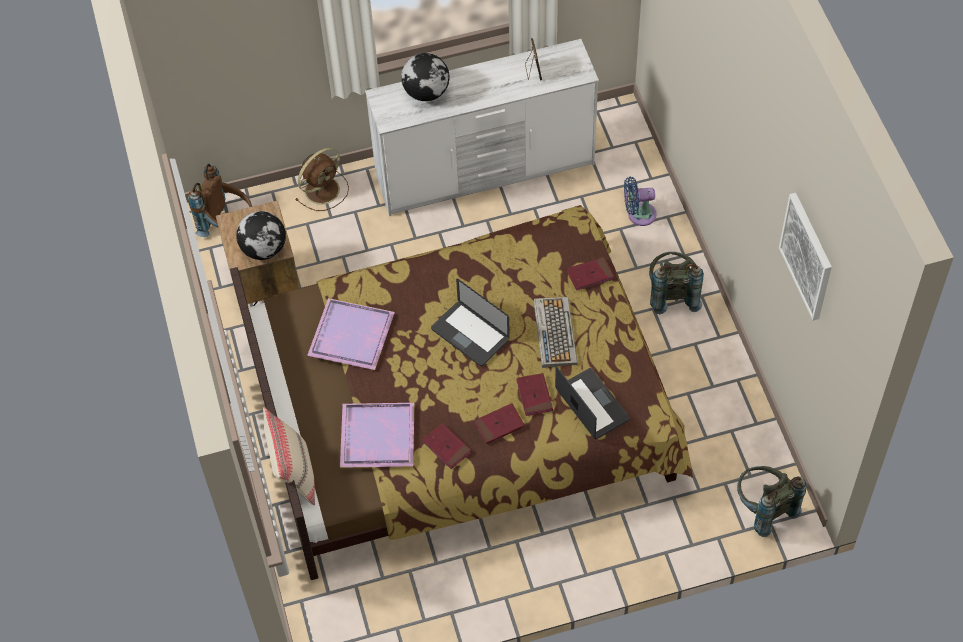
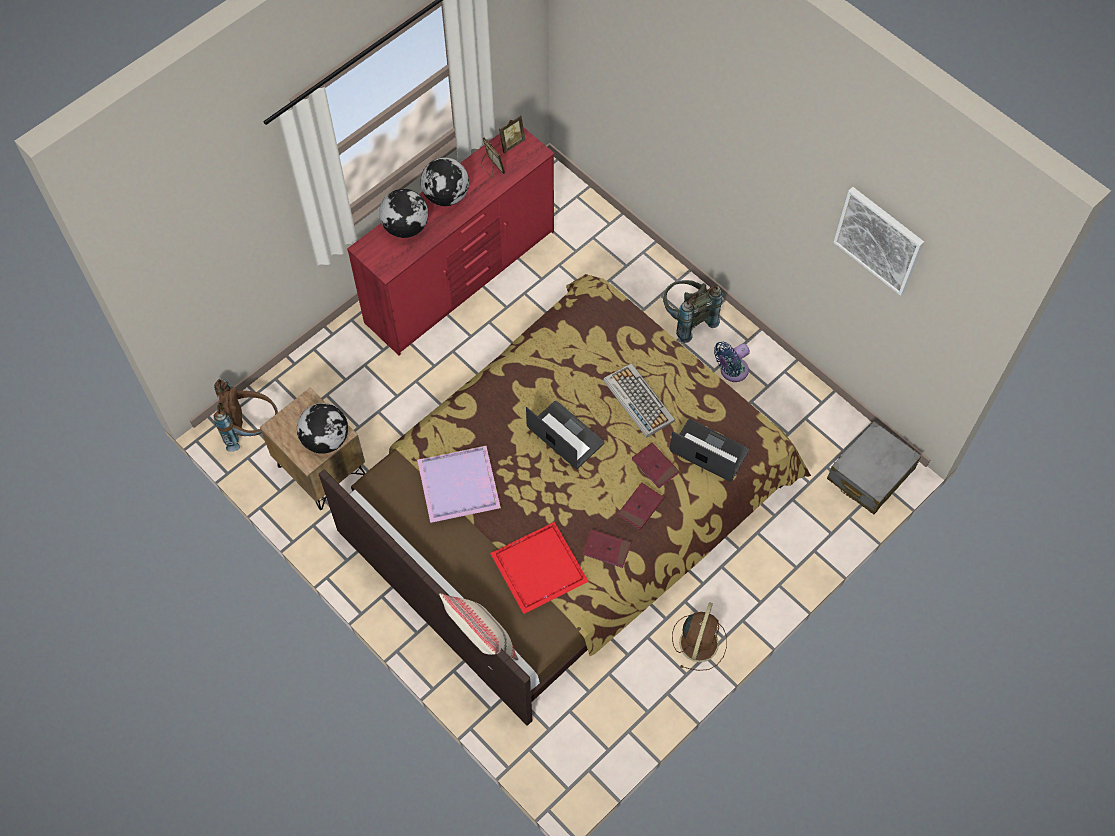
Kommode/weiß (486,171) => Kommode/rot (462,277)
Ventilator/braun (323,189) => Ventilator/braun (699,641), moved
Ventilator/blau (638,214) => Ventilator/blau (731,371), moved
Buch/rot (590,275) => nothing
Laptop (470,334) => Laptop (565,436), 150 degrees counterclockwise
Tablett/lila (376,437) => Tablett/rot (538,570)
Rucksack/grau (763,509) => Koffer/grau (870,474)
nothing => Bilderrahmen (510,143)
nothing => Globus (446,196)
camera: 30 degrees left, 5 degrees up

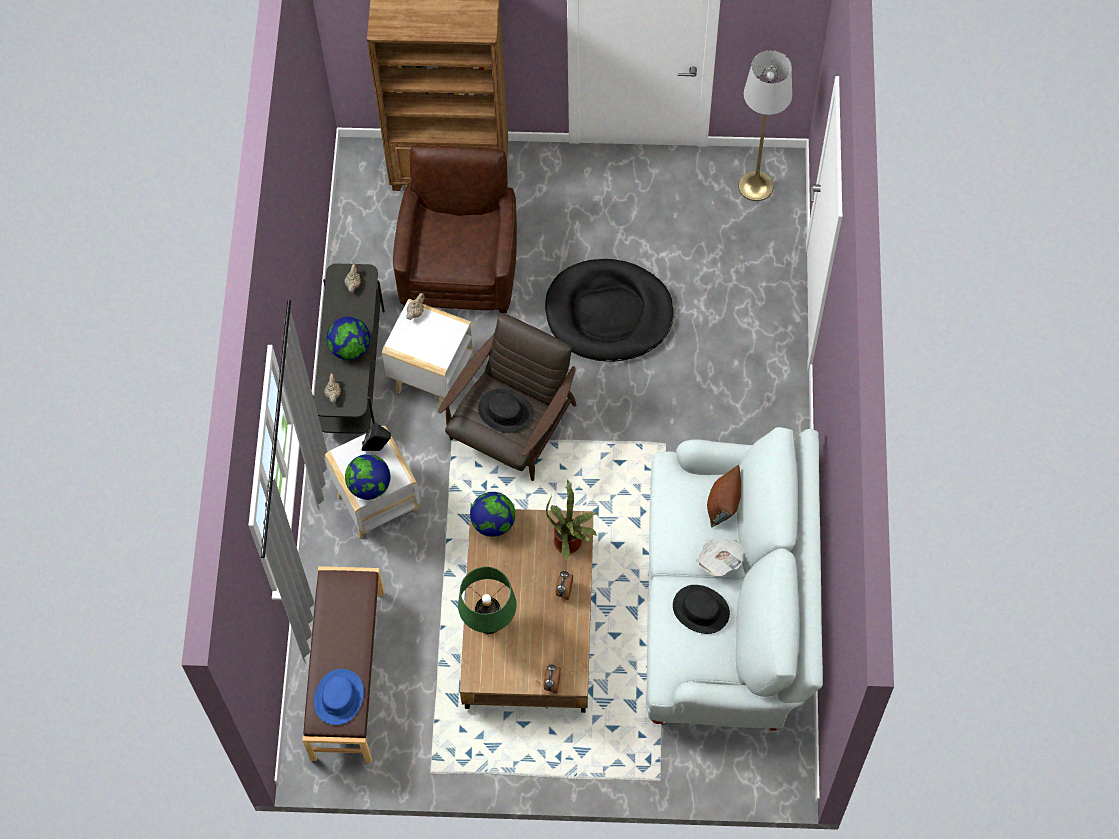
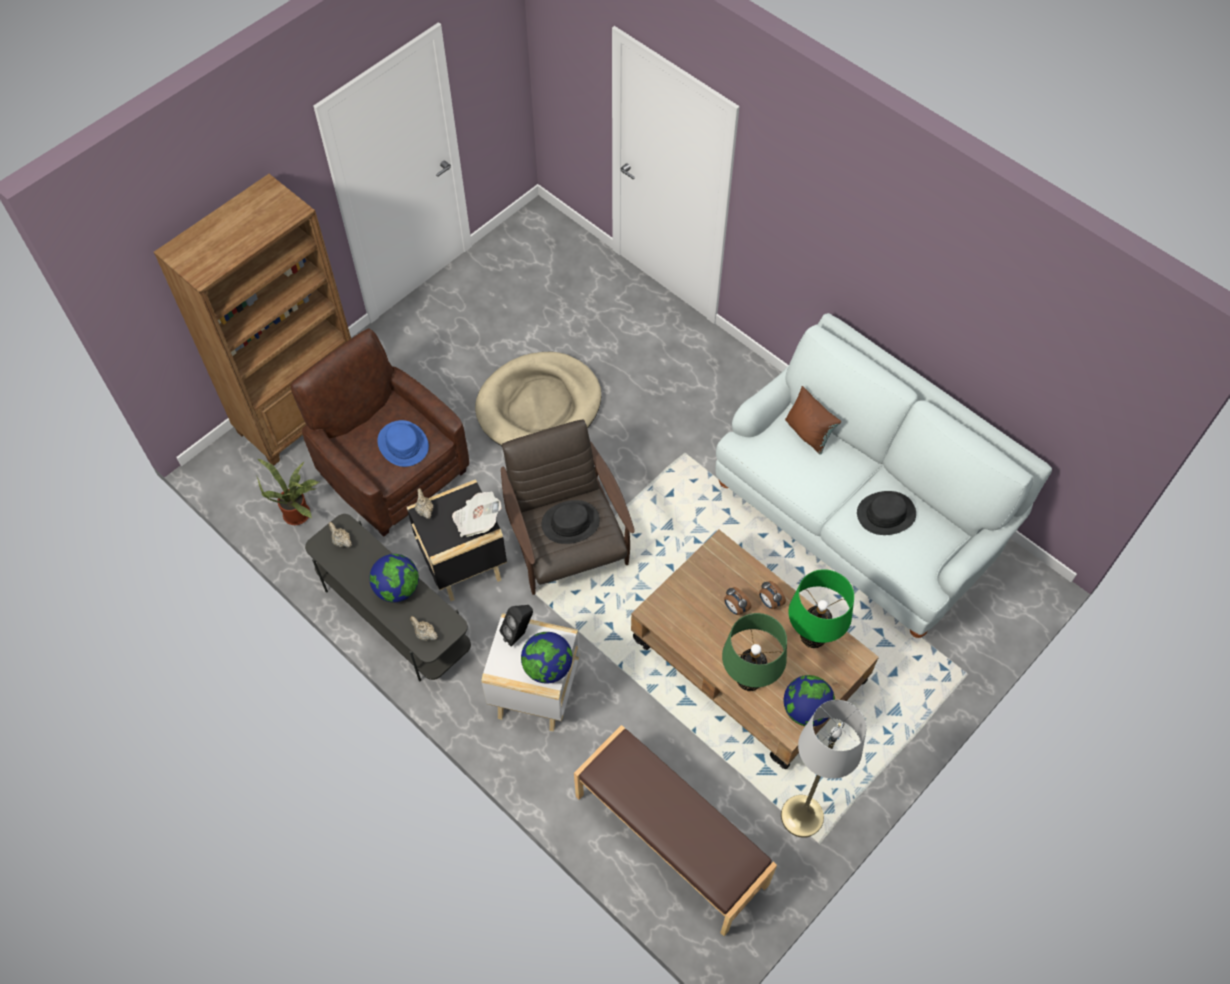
Stehlampe/grau (755,186) => Stehlampe/grau (802,816), moved
Hundebett/schwarz (608,313) => Hundebett/beige (539,406)
Beistelltisch/weiß (432,373) => Beistelltisch/schwarz (462,562)
Topfpflanze (571,542) => Topfpflanze (299,512), moved
Globus (493,523) => Globus (806,710), moved
Zeitung (719,560) => Zeitung (477,520), moved
Wecker (551,684) => Wecker (735,608), moved
Hut/blau (339,697) => Hut/blau (403,444), moved
nothing => Tischlampe/grün (812,637)
camera: 50 degrees left, 5 degrees down

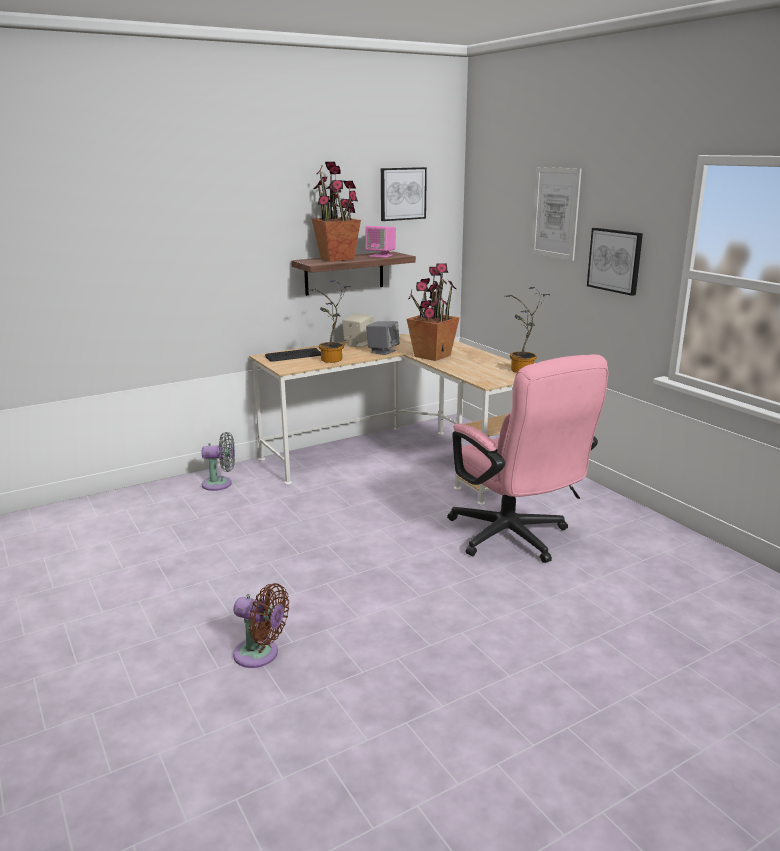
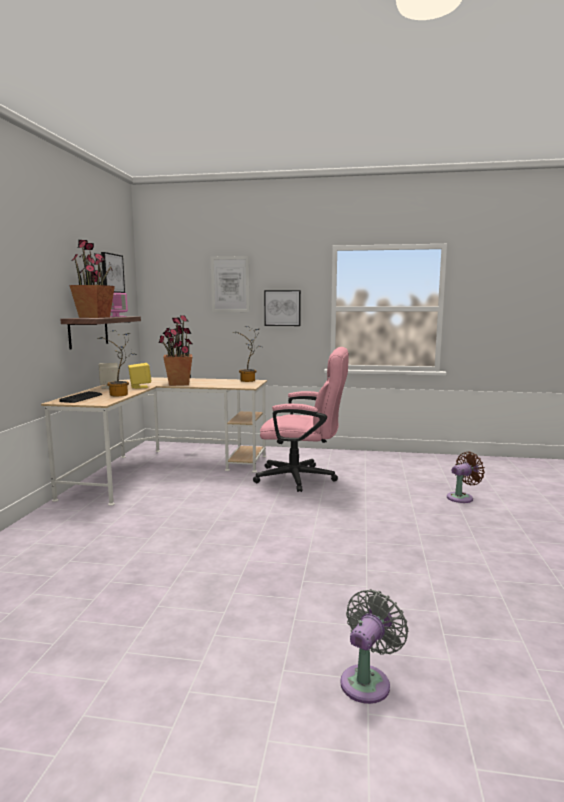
Lautsprecher/grau (382,351) => Lautsprecher/gelb (140,387)
Ventilator/grau (220,484) => Ventilator/grau (367,680), moved
Ventilator/braun (260,655) => Ventilator/braun (462,497), moved
camera: 50 degrees left, 10 degrees down

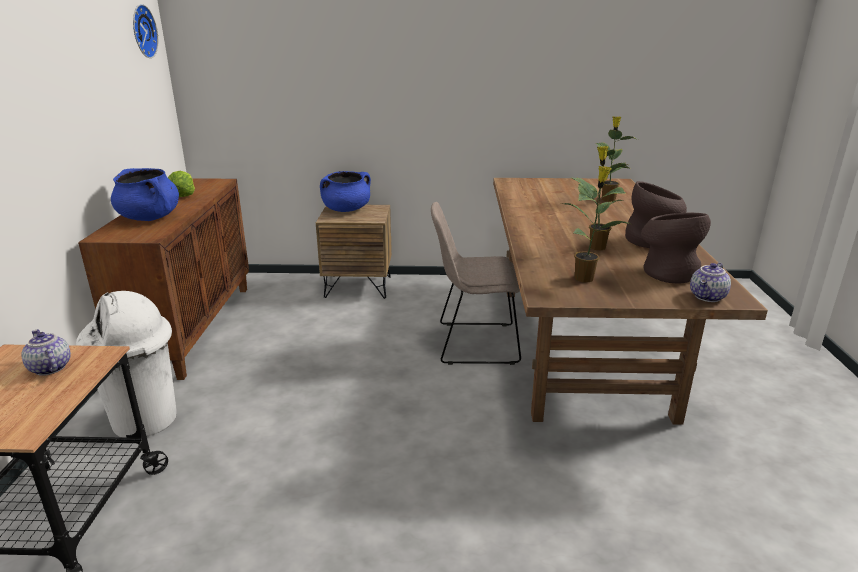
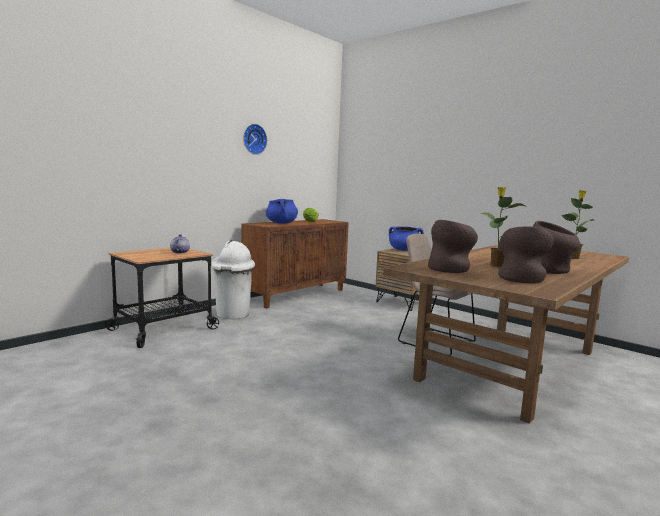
Wanduhr (141,31) => Wanduhr (253,139), moved
Topfpflanze (585,278) => Vase/braun (450,269)
Teekanne (708,297) => nothing
camera: 40 degrees right, 15 degrees down

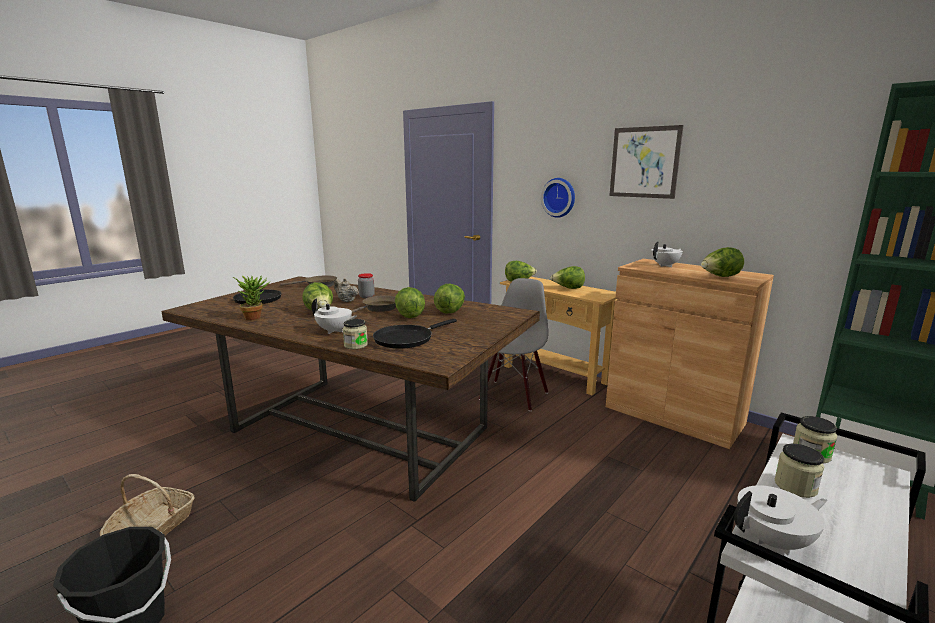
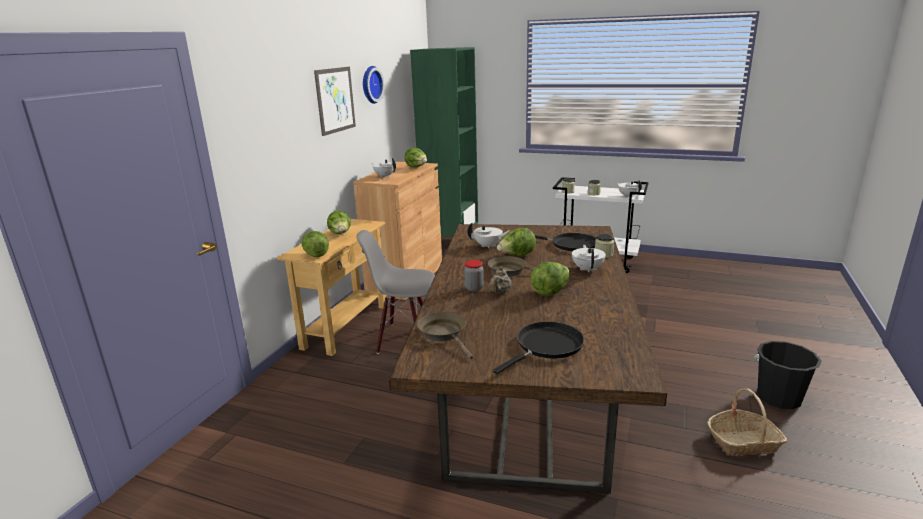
Wanduhr (559,197) => Wanduhr (370,84), moved
Topfpflanze (255,317) => nothing
Salatkopf (450,311) => Teekanne/weiß (488,246)
camera: 110 degrees left, 5 degrees up

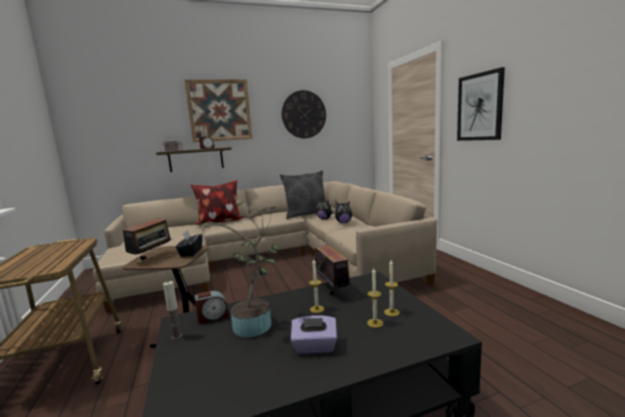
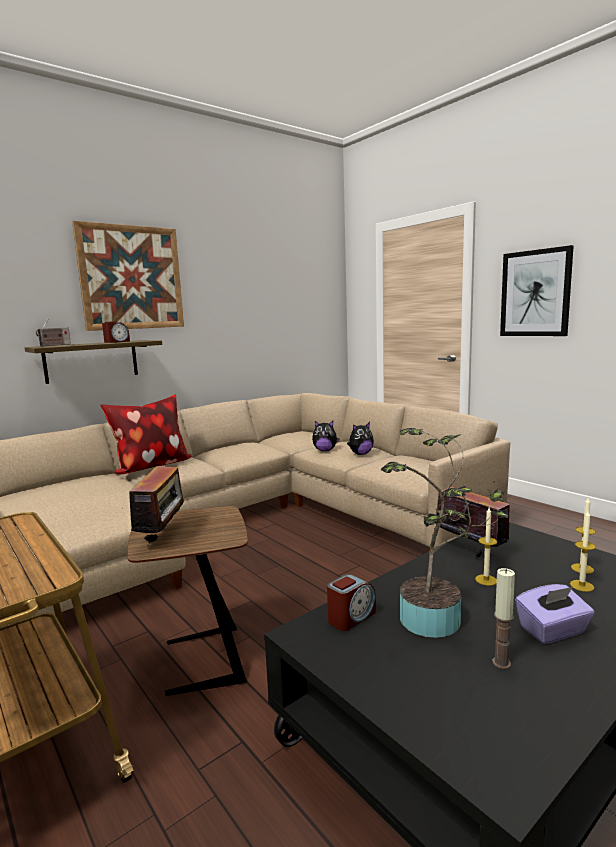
Wanduhr (304,114) => nothing
Kissen/grau (306,214) => nothing
Taschentuchbox/schwarz (191,252) => nothing
Kerze (177,336) => Kerze (501,663), moved
camera: 20 degrees left, 0 degrees up

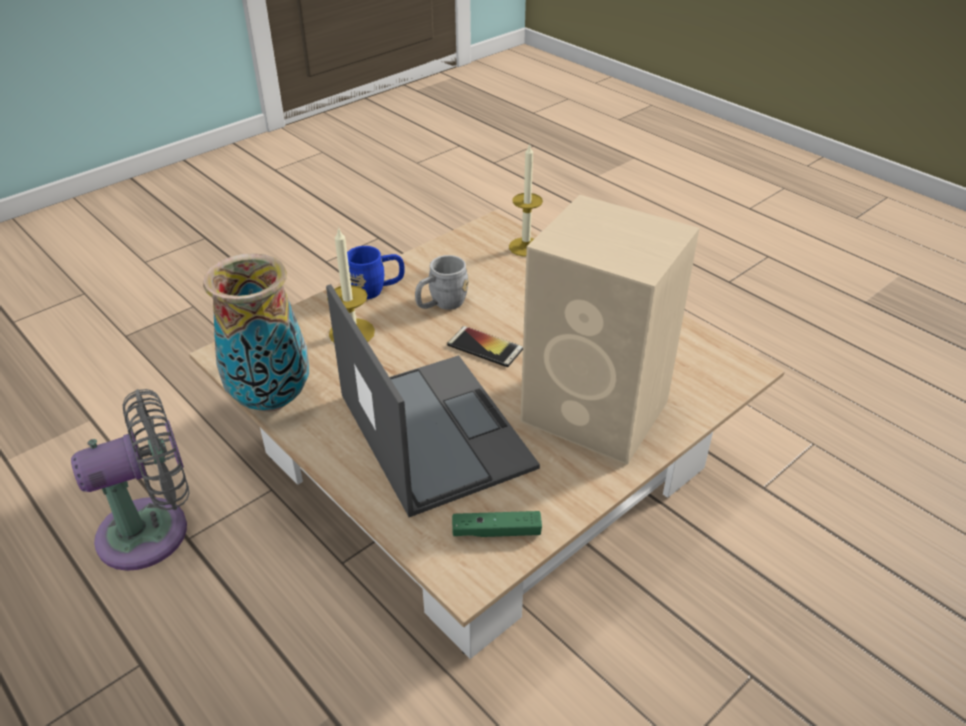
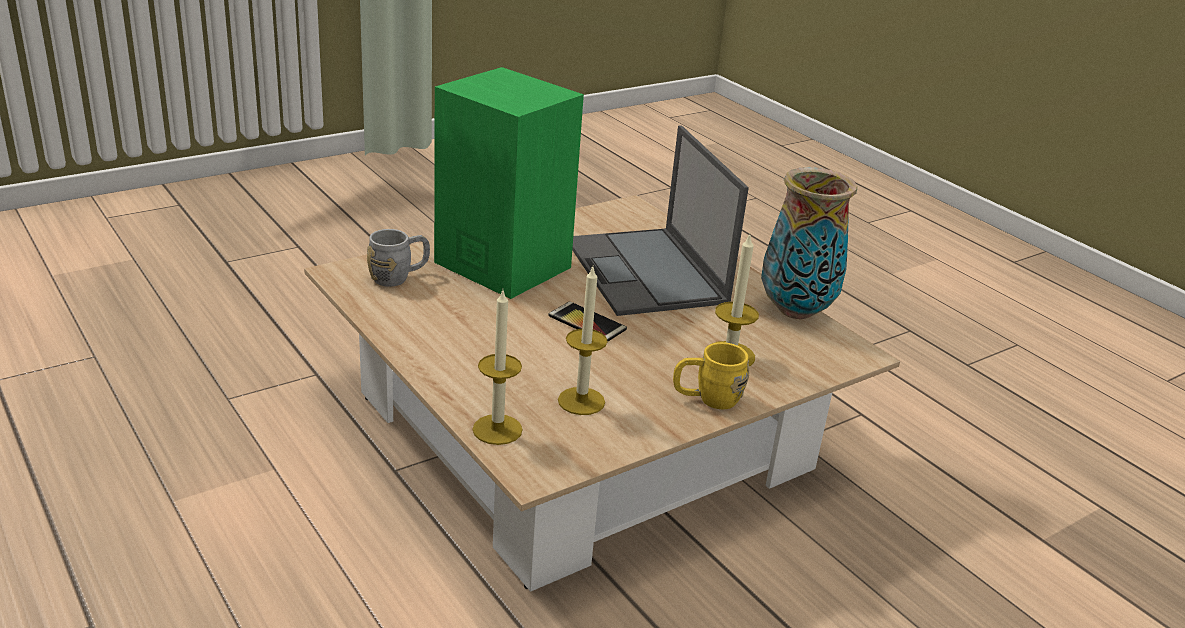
Lautsprecher/beige (598,412) => Lautsprecher/grün (500,264)
Henkelbecher/blau (376,289) => Henkelbecher/gelb (707,399)
Henkelbecher/grau (441,304) => Henkelbecher/grau (399,277), moved
Ventilator/grau (153,530) => nothing
Gamepad/grün (496,531) => nothing
nothing => Kerze (581,401)
camera: 175 degrees left, 10 degrees down

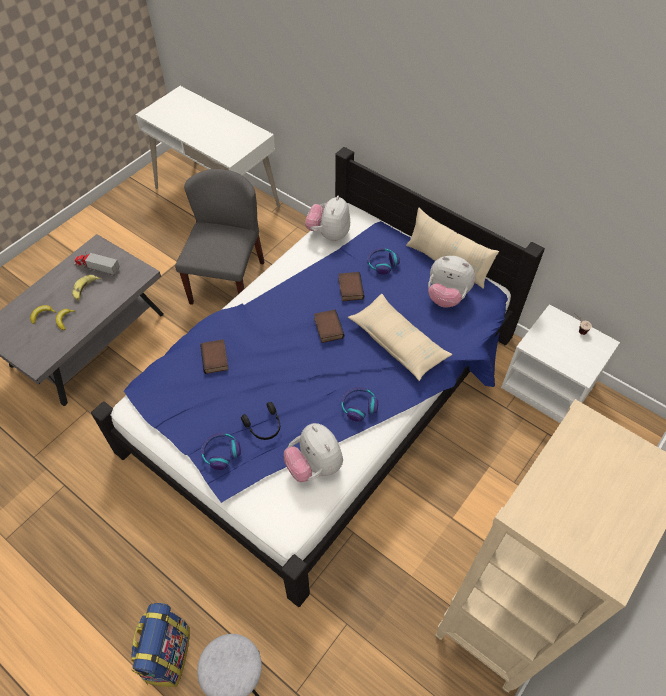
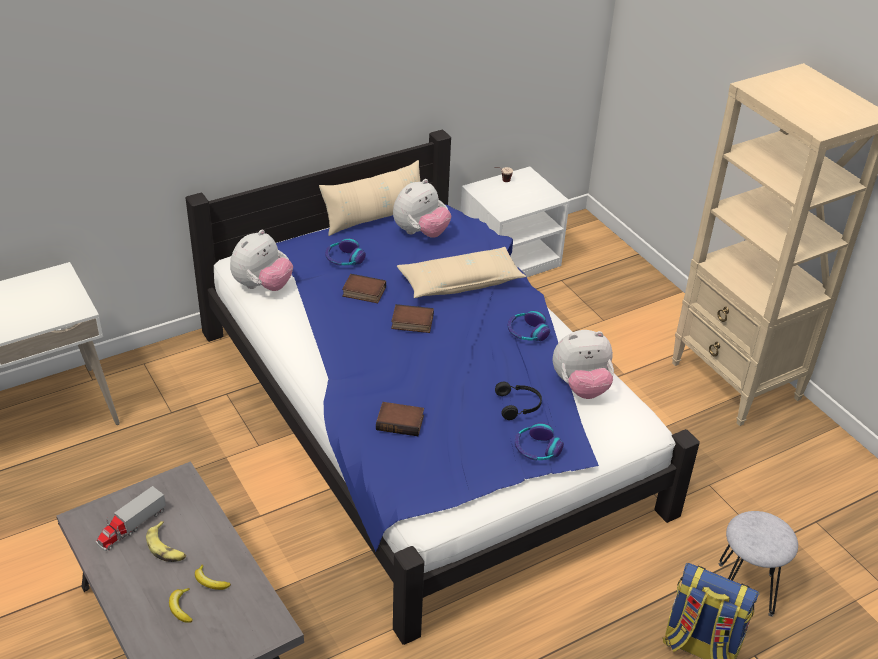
Stuhl/grau (227,282) => nothing
Plüschtier (329,234) => Plüschtier (262,286), 90 degrees counterclockwise
camera: 70 degrees left, 15 degrees down

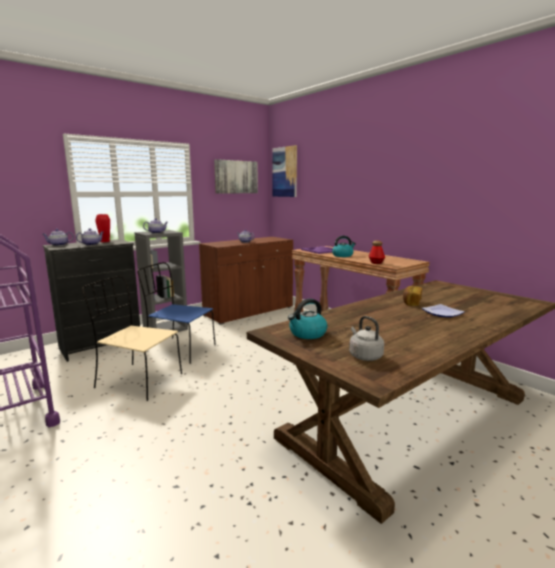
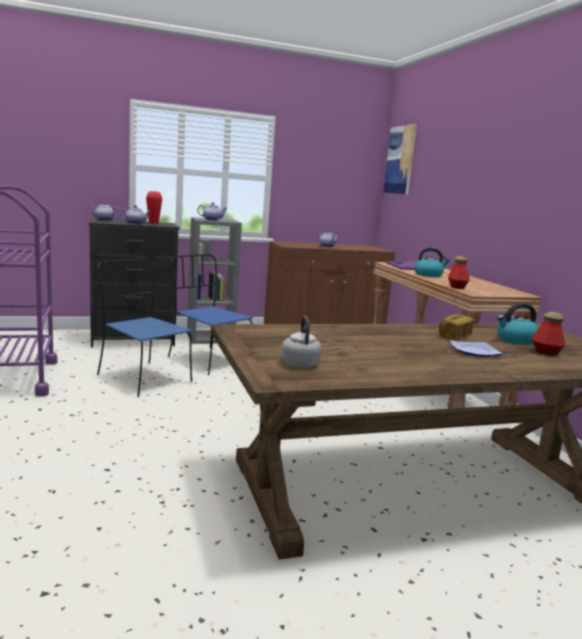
Bild (236,177) => nothing
Stuhl/beige (137,381) => Stuhl/blau (142,378)
Wasserkessel (307,334) => Wasserkessel (516,340), moved
nothing => Flasche (546,352)
camera: 20 degrees right, 0 degrees up

